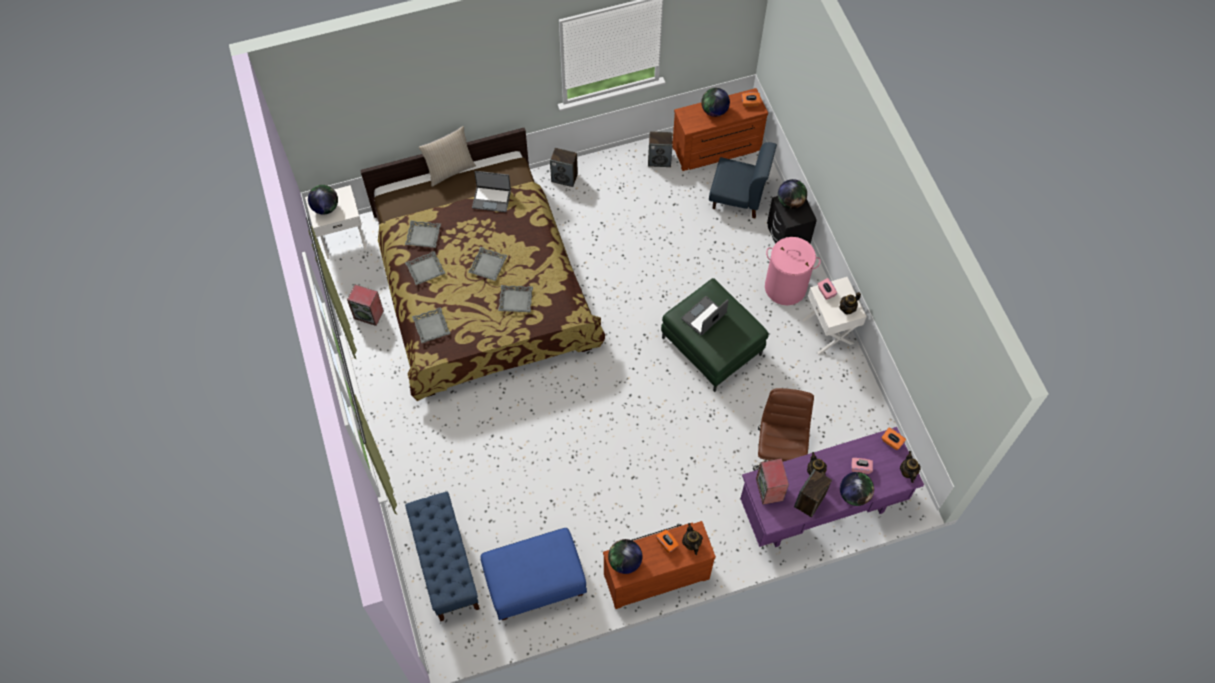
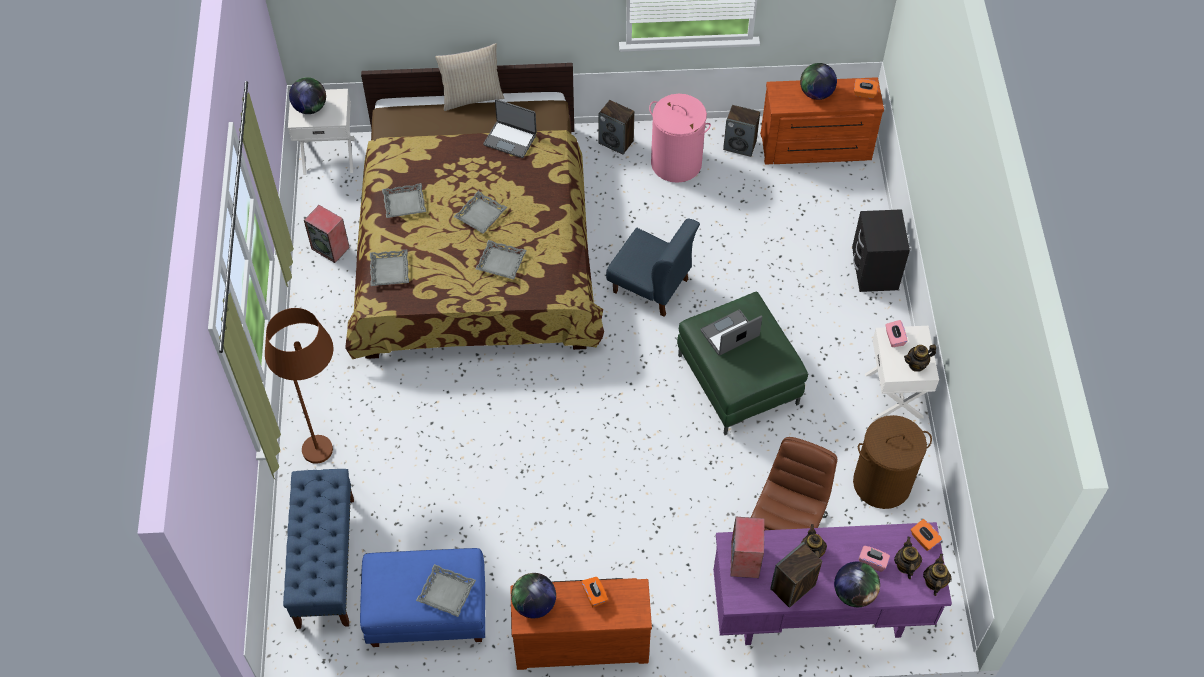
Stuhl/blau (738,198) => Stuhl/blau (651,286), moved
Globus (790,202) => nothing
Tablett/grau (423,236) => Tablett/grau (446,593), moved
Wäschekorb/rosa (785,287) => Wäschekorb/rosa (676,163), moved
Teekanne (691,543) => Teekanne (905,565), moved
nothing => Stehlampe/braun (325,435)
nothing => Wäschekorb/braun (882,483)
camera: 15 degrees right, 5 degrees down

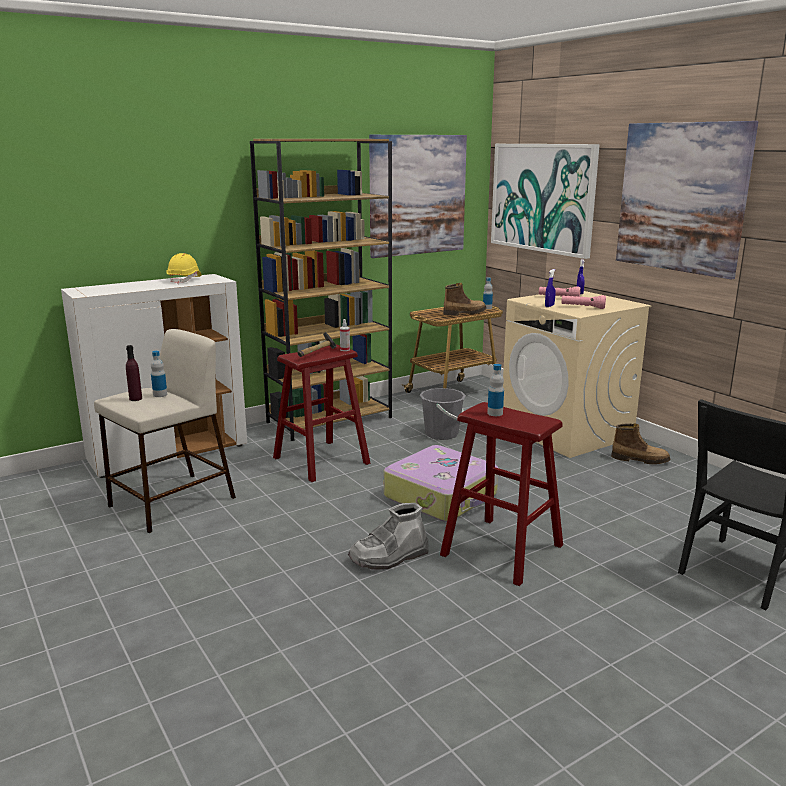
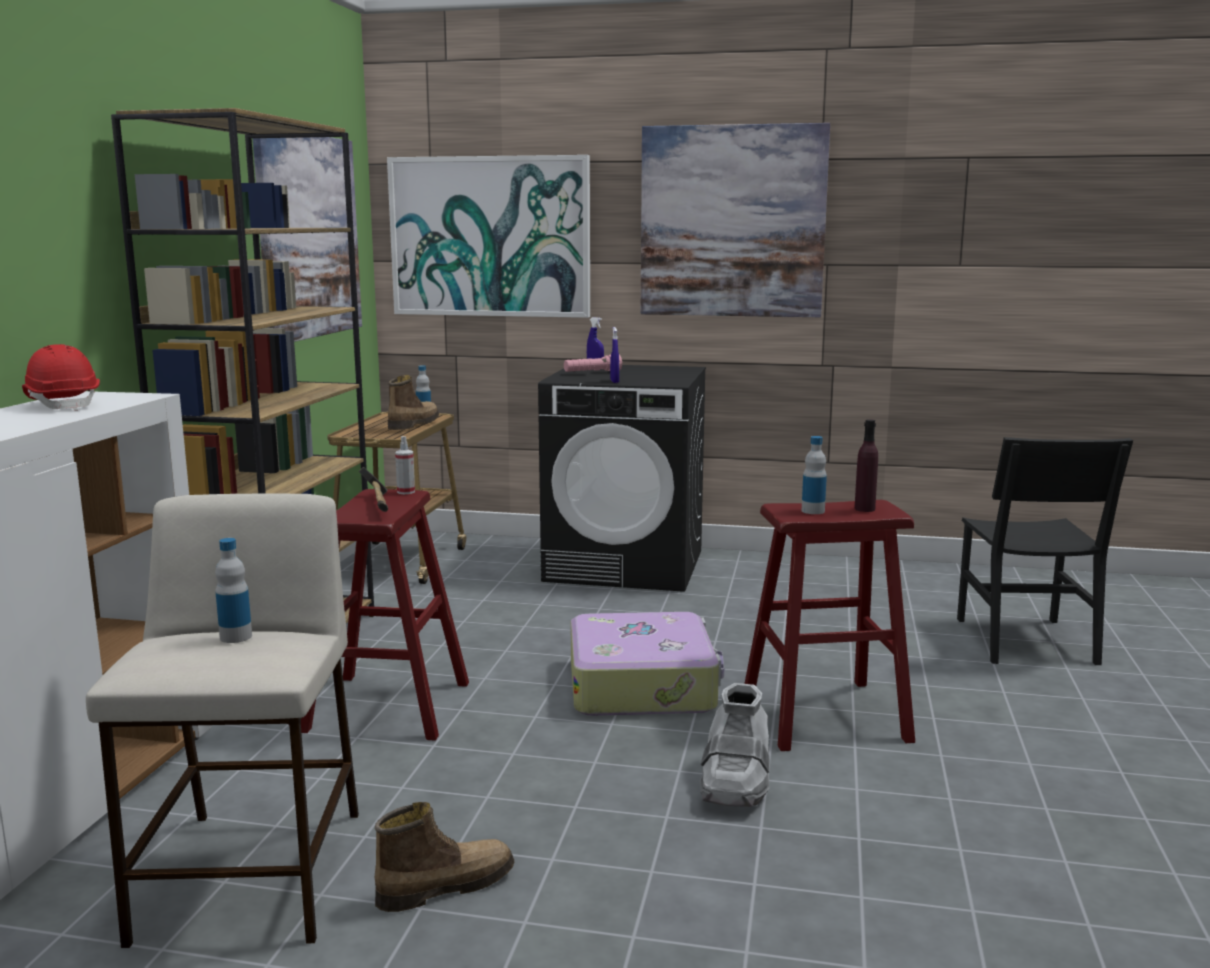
Schutzhelm/gelb (185,280) => Schutzhelm/rot (63,405)
Waschmaschine/beige (567,432) => Waschmaschine/schwarz (626,565)
Taschenlampe/rosa (582,307) => nothing
Flasche/lila (135,399) => Flasche/lila (864,509), moved
Eimer/grau (441,434) => nothing
Stiefel (640,460) => Stiefel (445,886), moved
camera: 45 degrees left, 5 degrees down

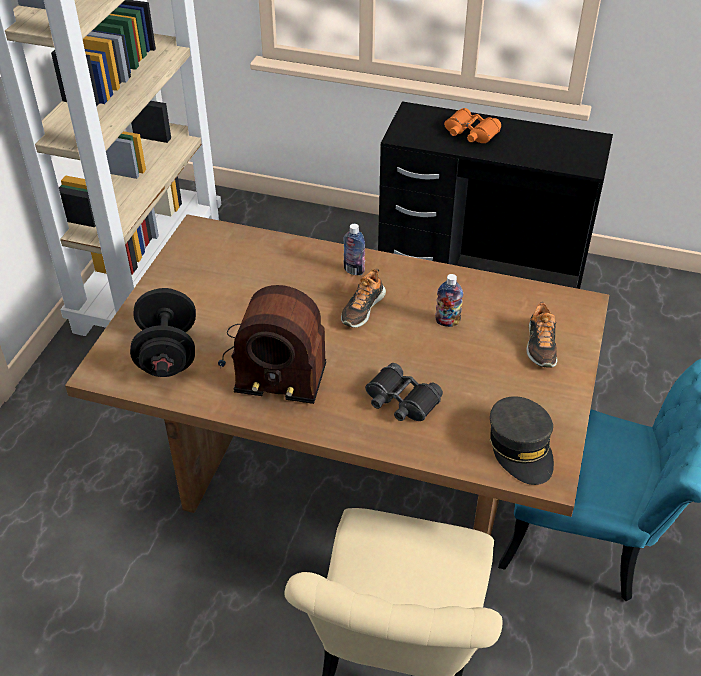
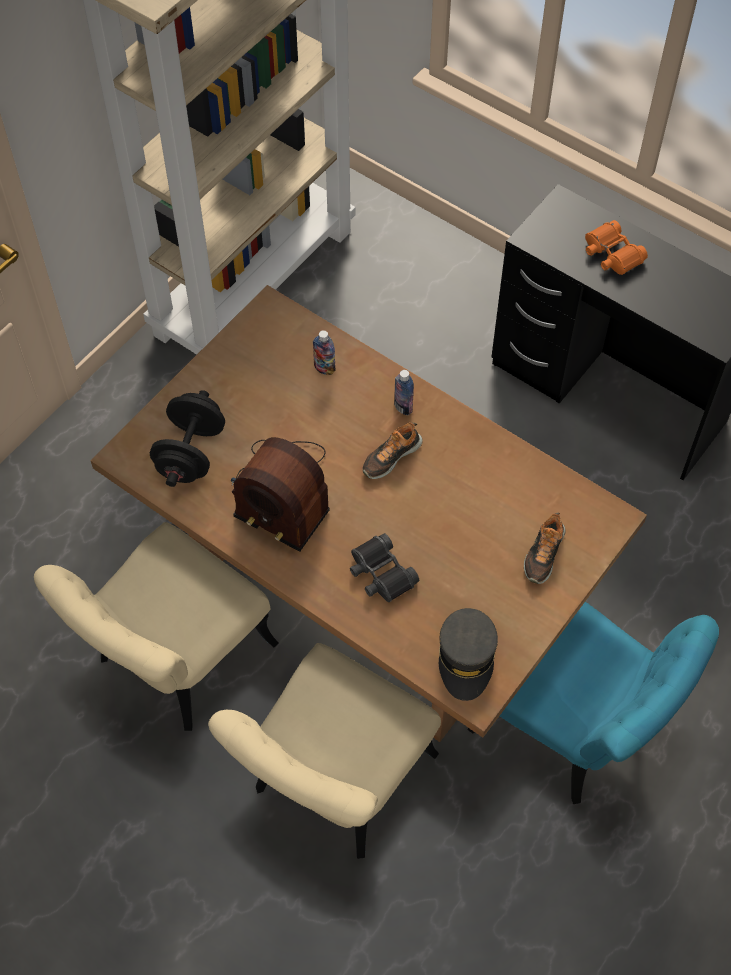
Flasche (447,322) => Flasche (324,368), moved
nothing => Stuhl/beige (174,664)
camera: 20 degrees right, 15 degrees up

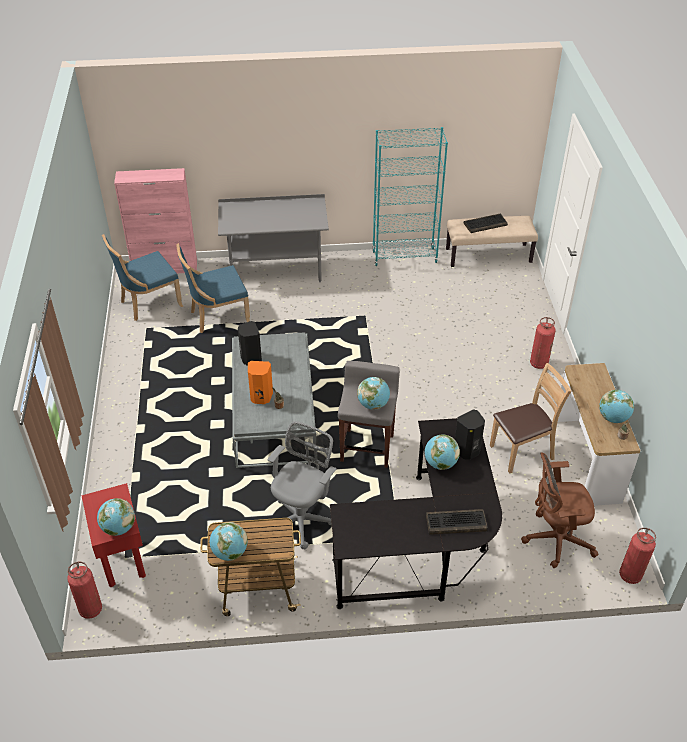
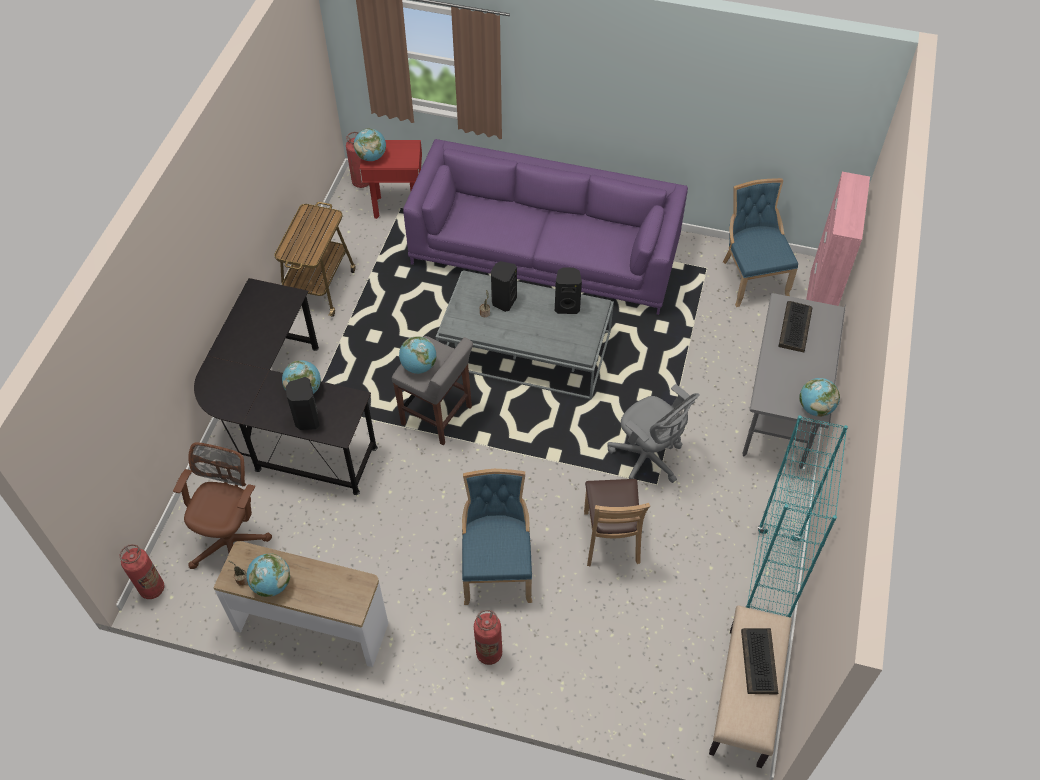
Stuhl/blau (217,317) => Stuhl/blau (497,567), moved
Lautsprecher/orange (260,397) => Lautsprecher/schwarz (503,301)
Stuhl/braun (522,451) => Stuhl/braun (610,538), moved
Bürostuhl/grau (302,518) => Bürostuhl/grau (648,459), moved
Tastatur (455,523) => Tastatur (794,327), moved
Globus (230,552) => Globus (815,408), moved
nothing => Sofa/lila (545,254)
camera: 110 degrees right, 10 degrees up

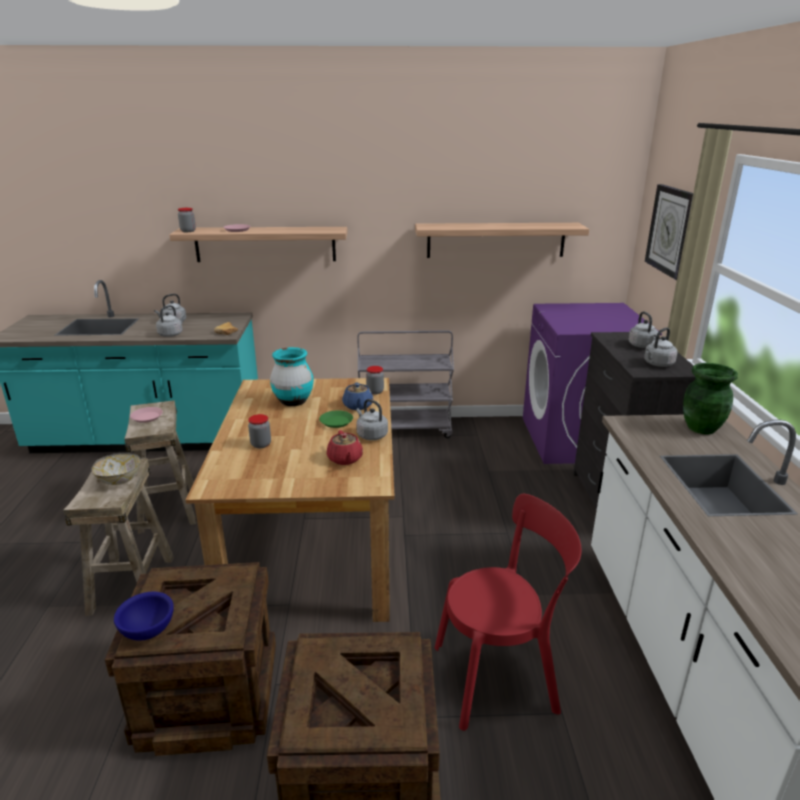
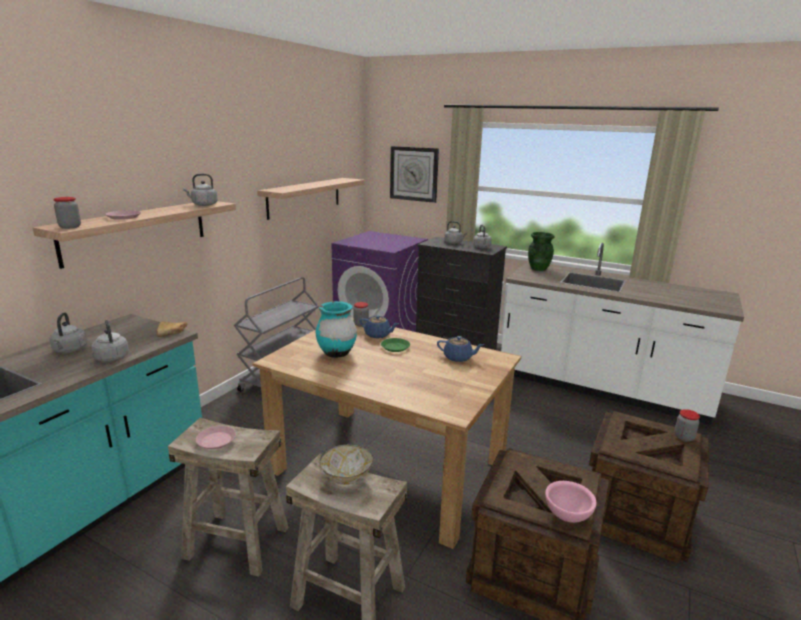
Wasserkessel/grau (371,435) => Wasserkessel/grau (203,205), moved
Vorratsglas (261,444) => Vorratsglas (684,437), moved
Teekanne/rot (345,459) => Teekanne/blau (458,358)
Stuhl/rot (500,676) => nothing
Schüssel/blau (148,630) => Schüssel/rosa (566,515)
camera: 60 degrees left, 5 degrees down

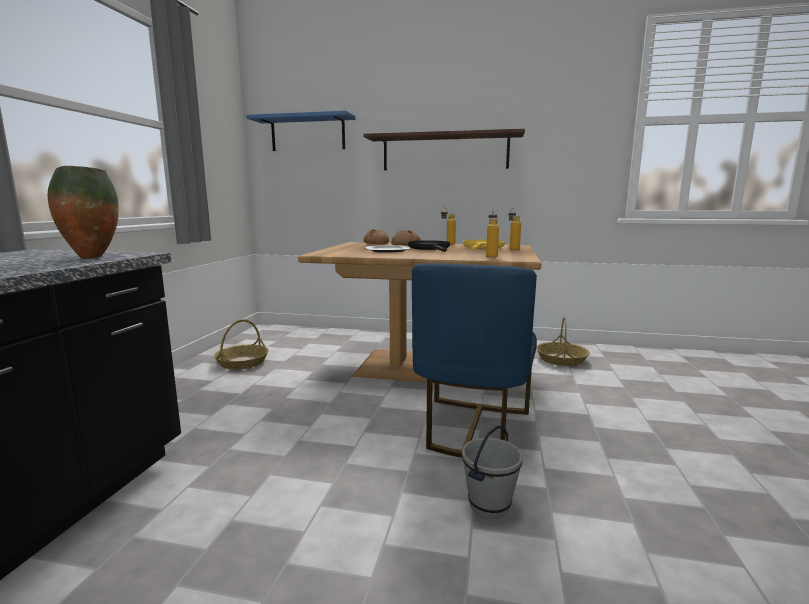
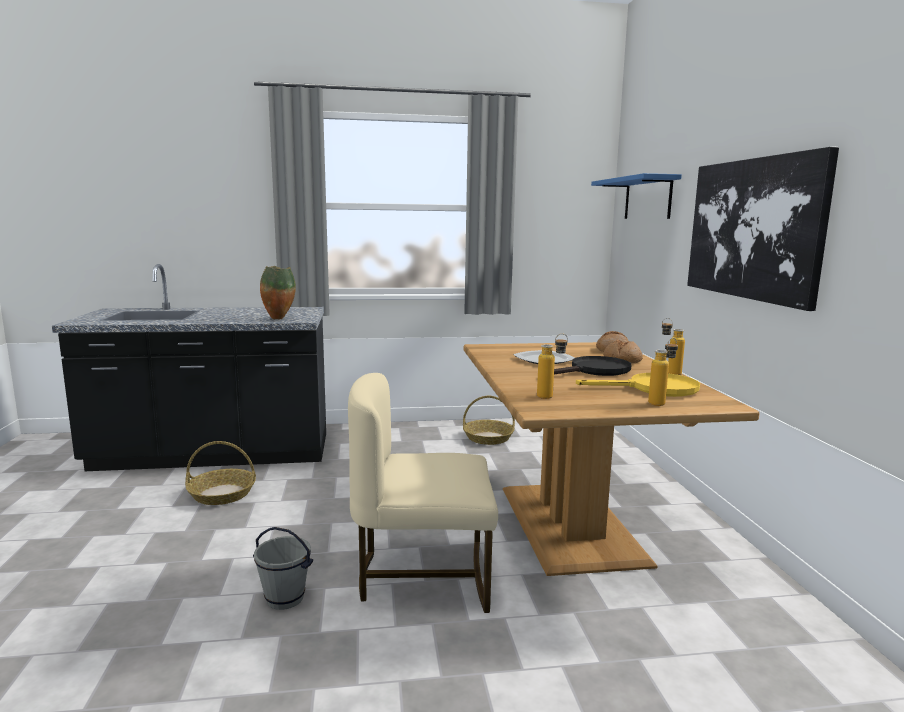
Wandregal (445,153) => Bild (753,229)
Stuhl/blau (472,428) => Stuhl/beige (423,575)
Korb (561,359) => Korb (221,494), moved
camera: 70 degrees right, 0 degrees up

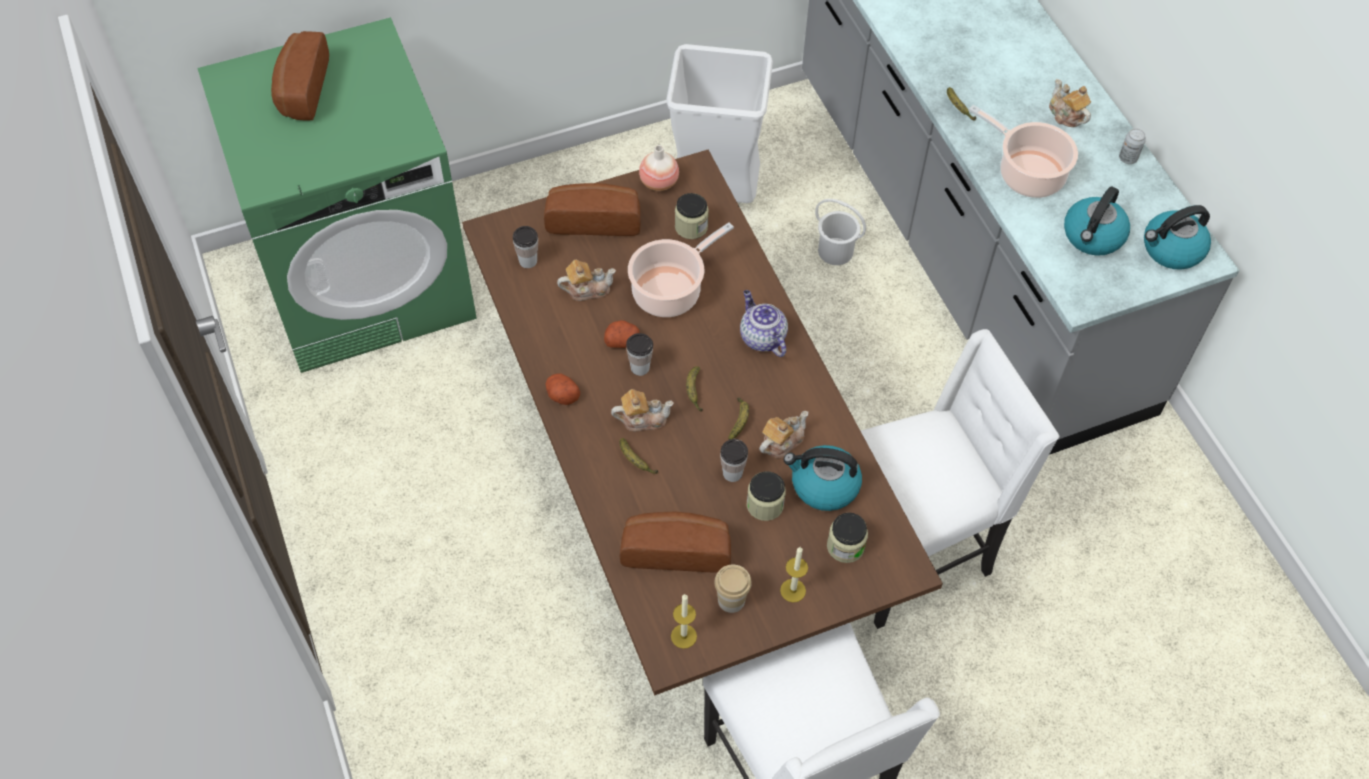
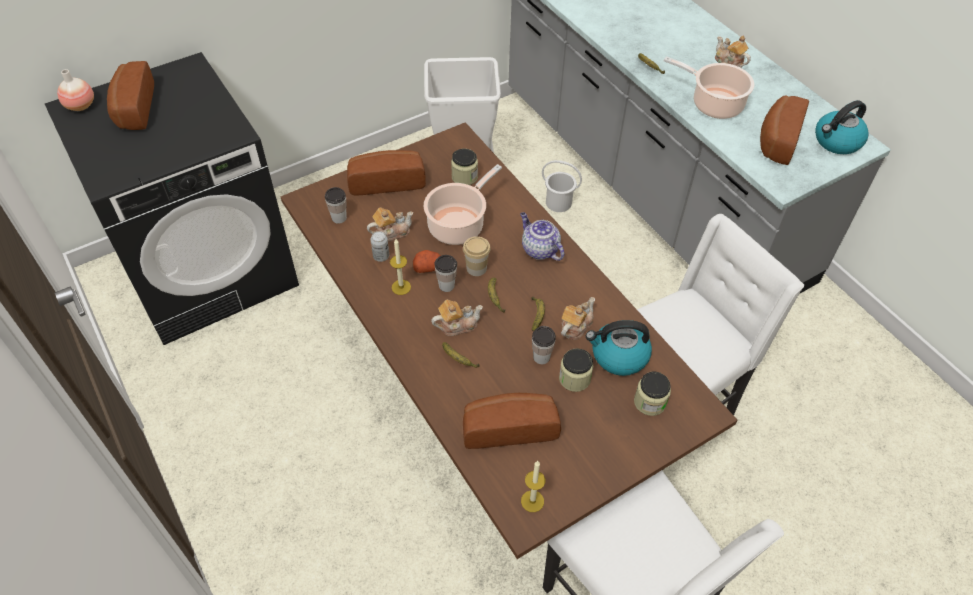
Waschmaschine/grün (368,281) => Waschmaschine/schwarz (210,270)
Dose (1127,158) => Dose (381,256), moved
Vase (659,182) => Vase (81,106), moved
Wasserkessel (1093,236) => Brot (776,140)
Kartoffel (562,395) => nothing
Kerze (793,590) => Kerze (401,287), moved
Tasse (731,600) => Tasse (476,268), moved
camera: 10 degrees left, 5 degrees down

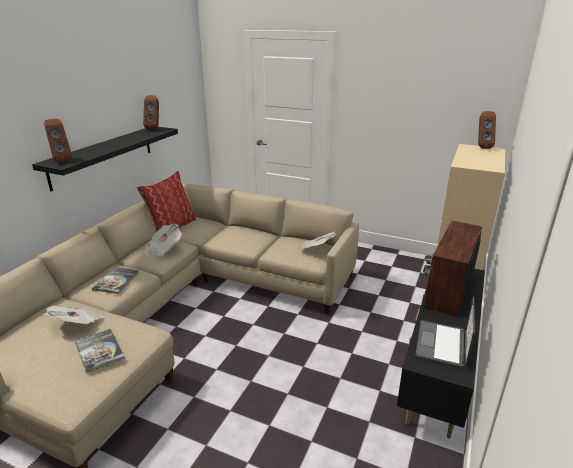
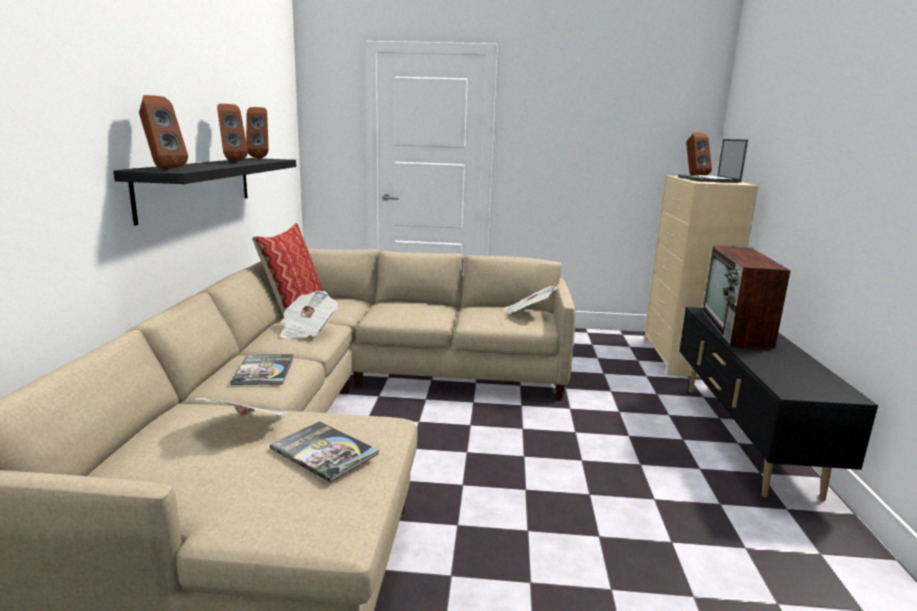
Laptop (442,345) => Laptop (708,180), moved
nothing => Lautsprecher/braun (232,161)
camera: 20 degrees left, 10 degrees down

